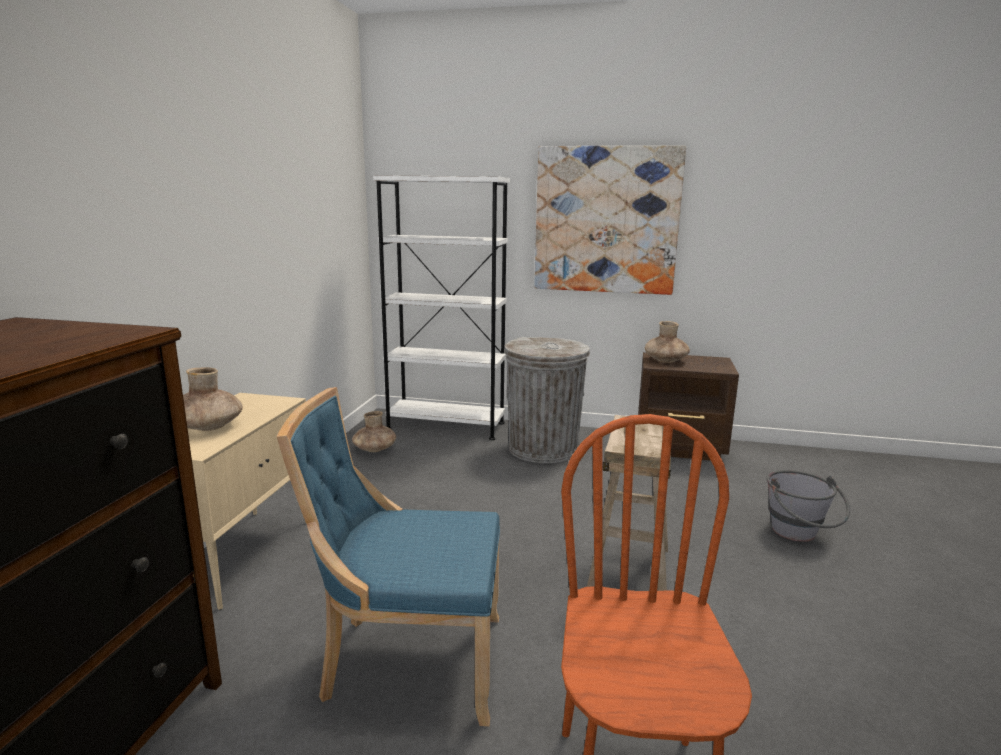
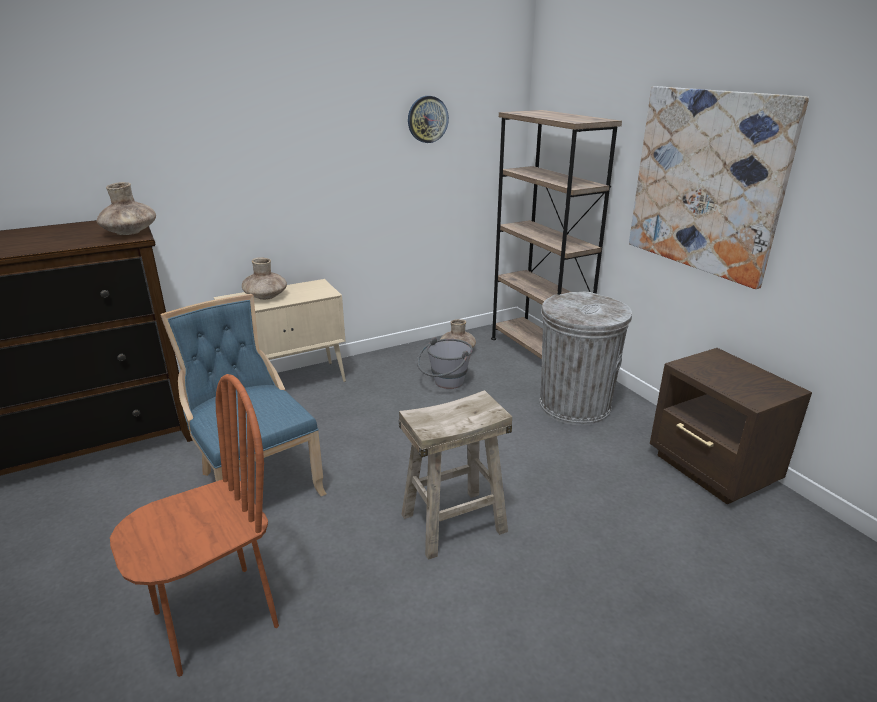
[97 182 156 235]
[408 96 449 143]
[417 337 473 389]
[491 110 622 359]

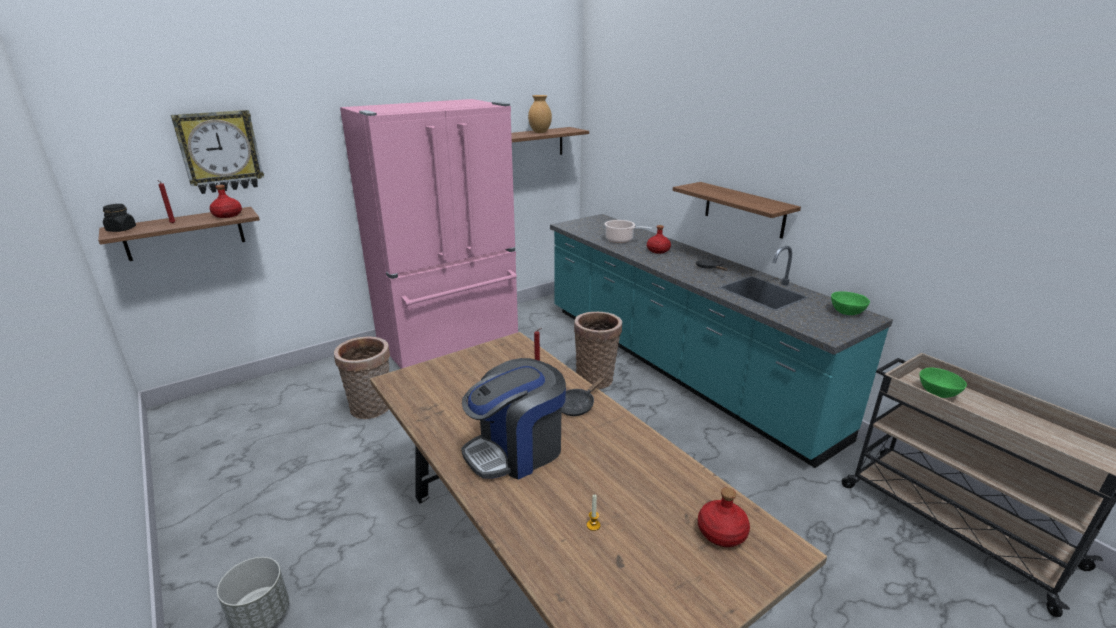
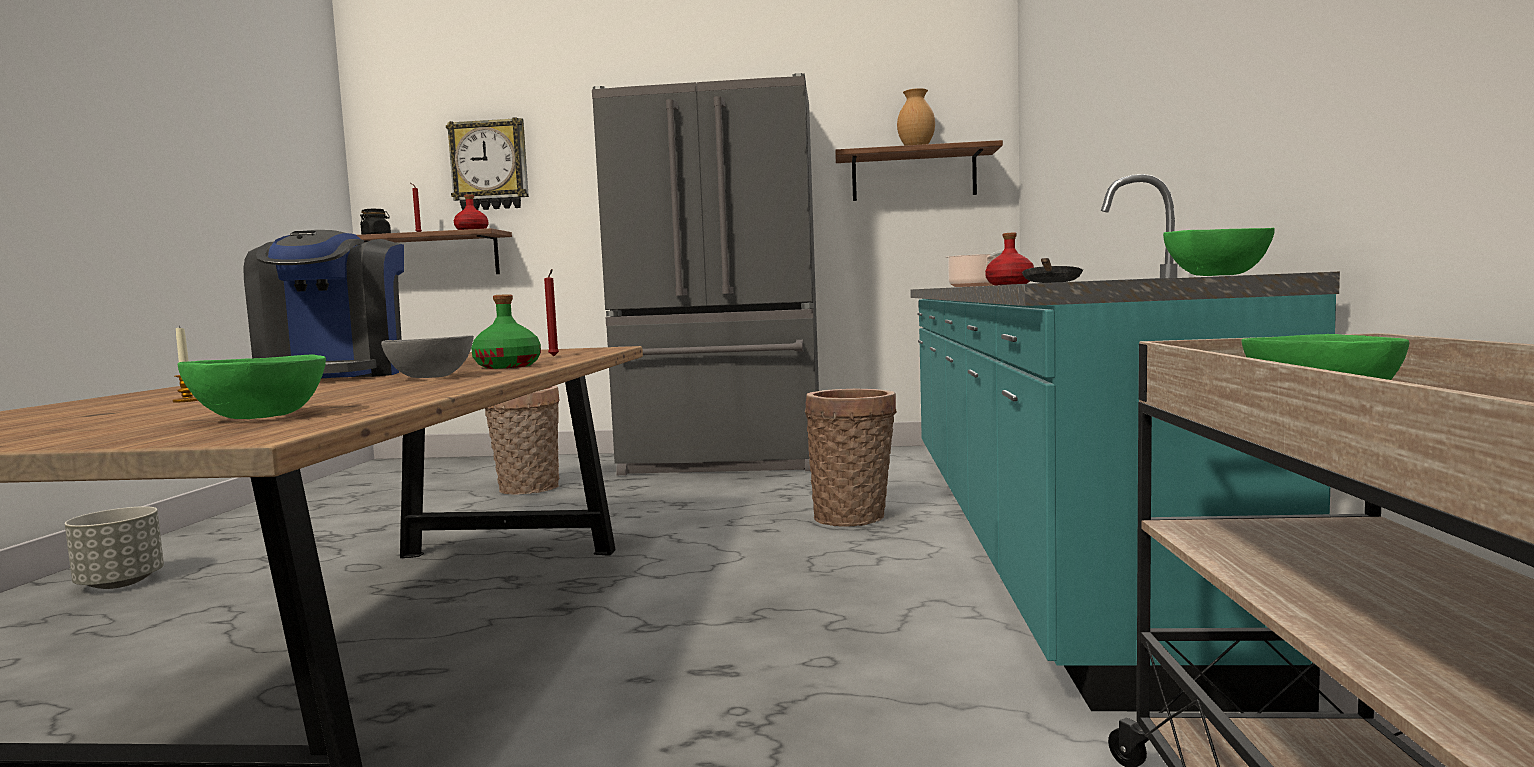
[178 354 326 419]
[243 230 404 378]
[381 335 474 378]
[471 294 541 369]
[592 73 819 475]
[673 182 801 239] (first image)

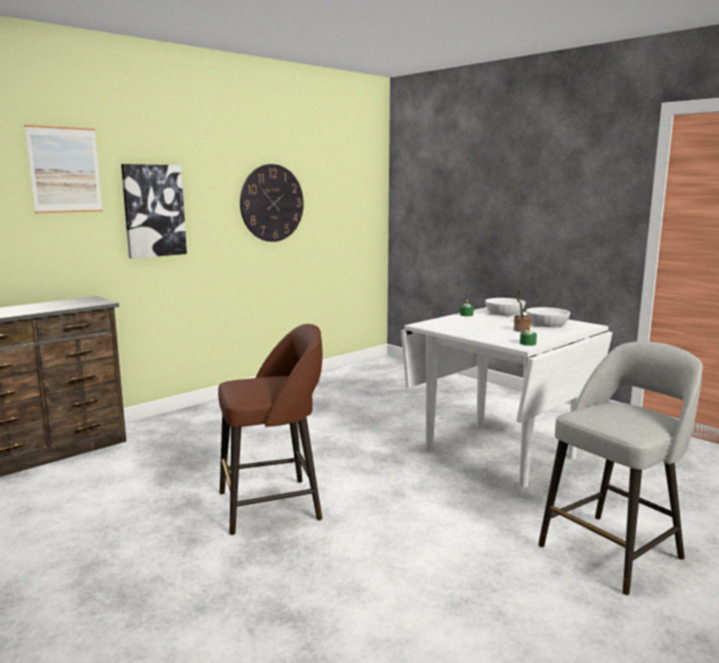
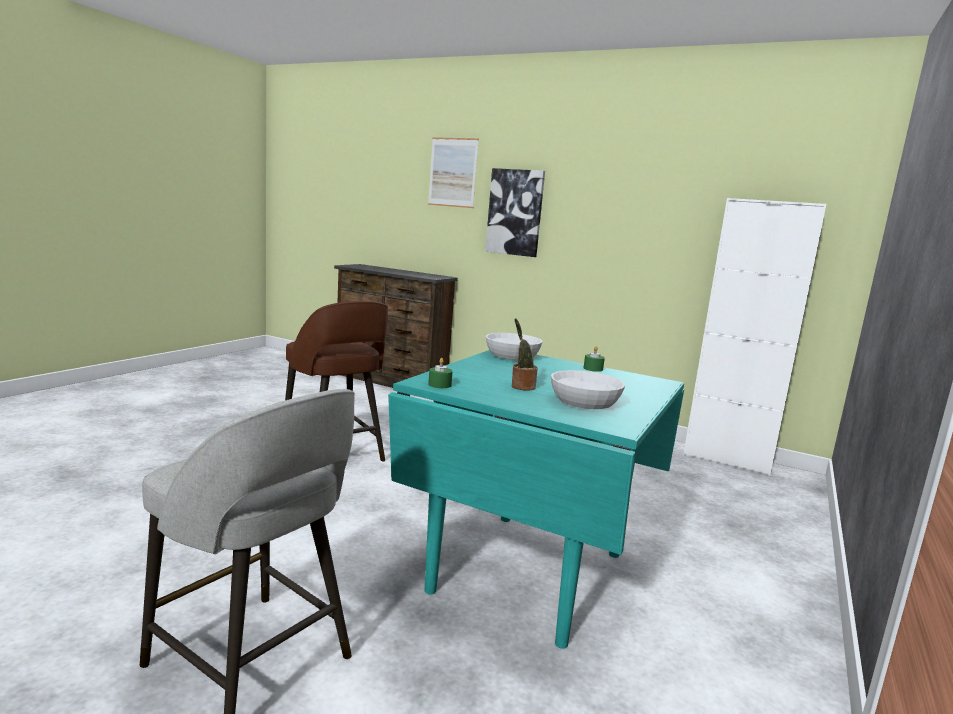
[388 350 684 649]
[486 333 543 360]
[683 198 827 476]
[240 164 304 242] (first image)

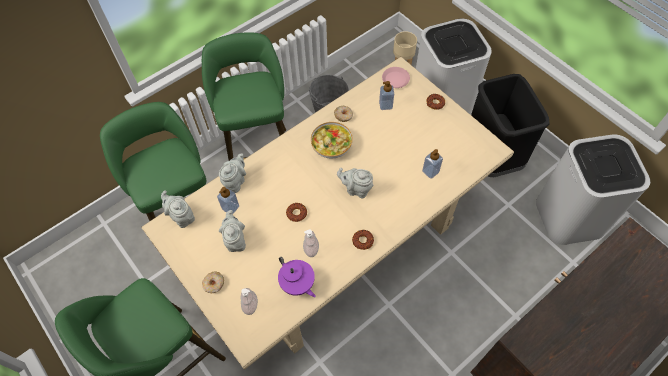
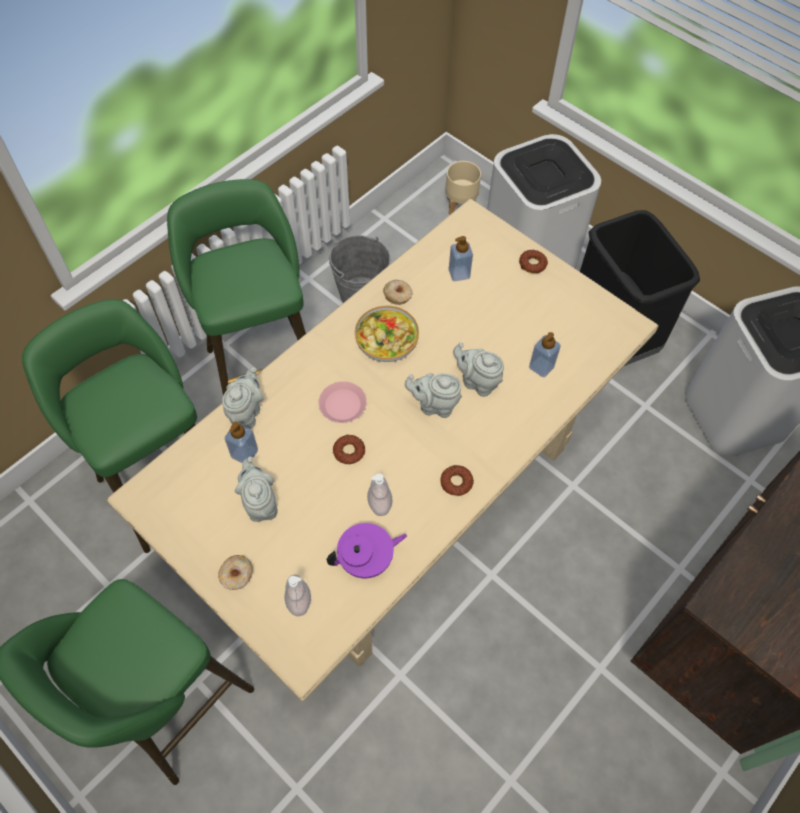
[319 381 367 423]
[327 523 407 578]
[453 342 504 397]

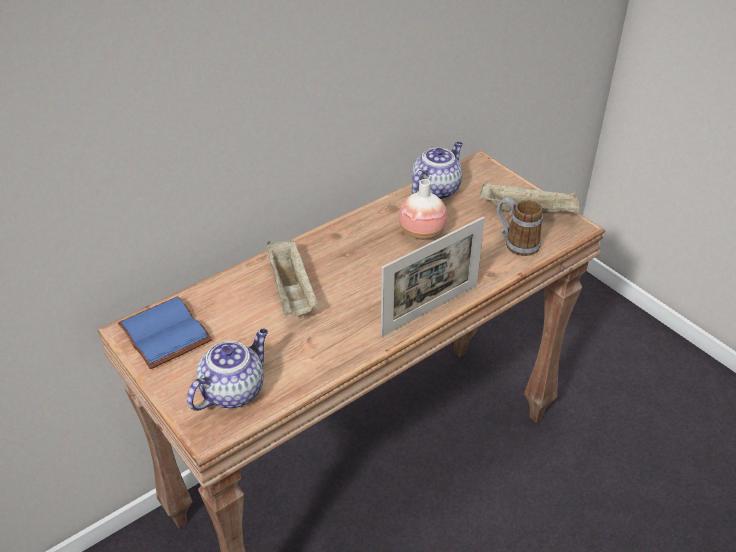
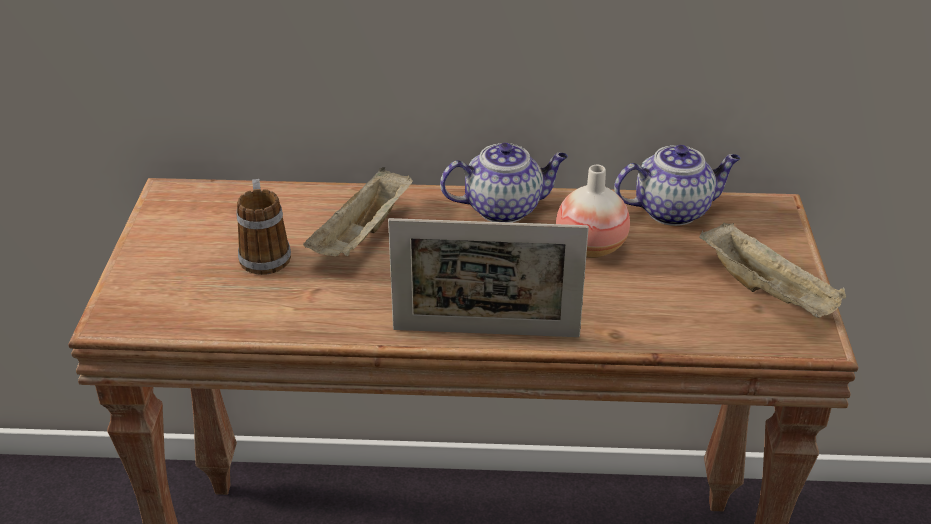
[236 179 291 275]
[440 143 568 223]
[118 296 212 369] (first image)

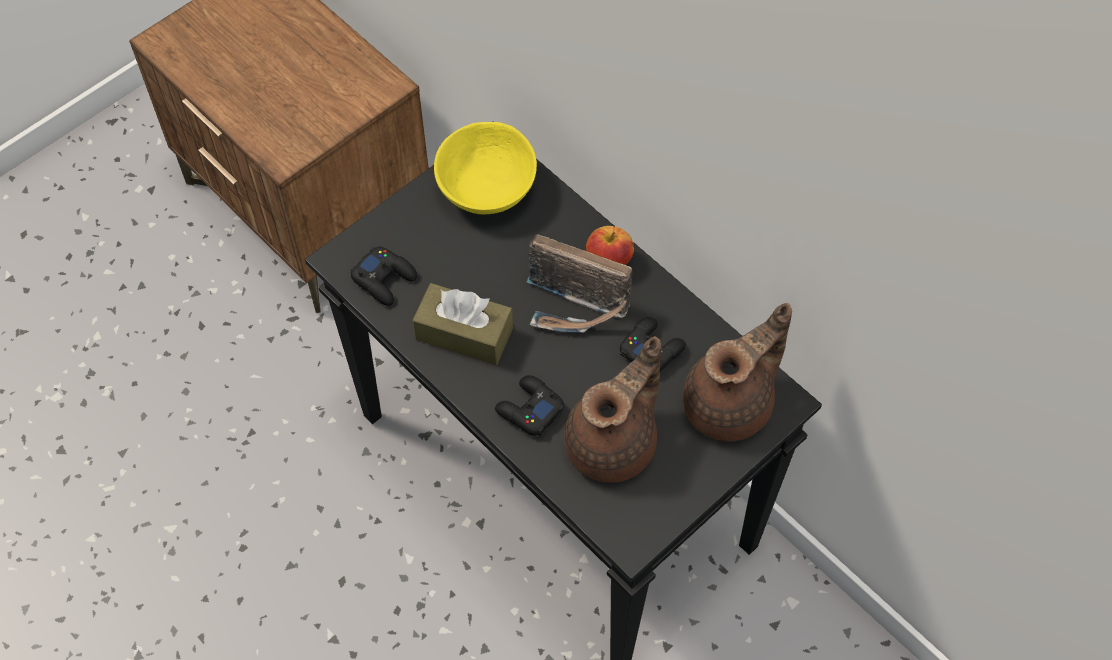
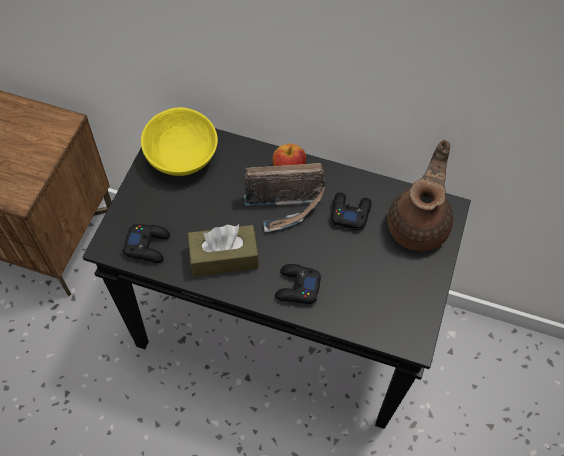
[564 336 661 483] (first image)

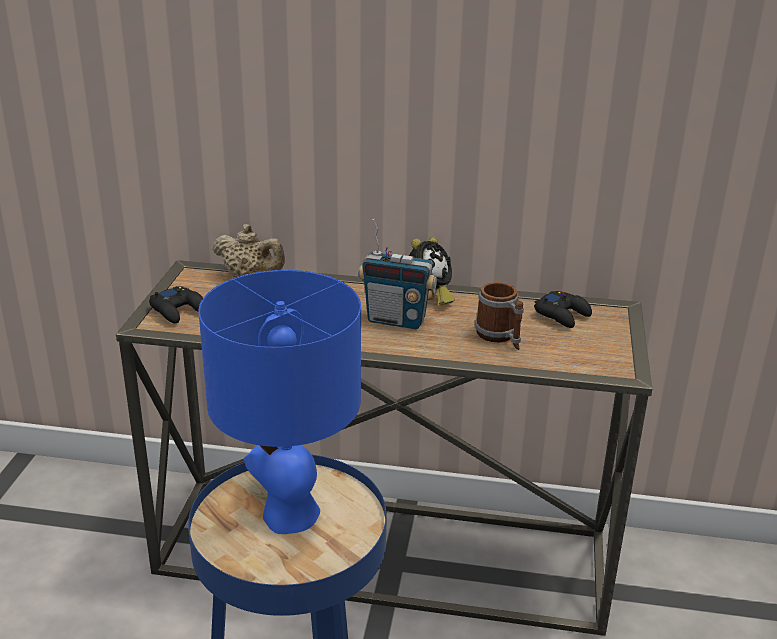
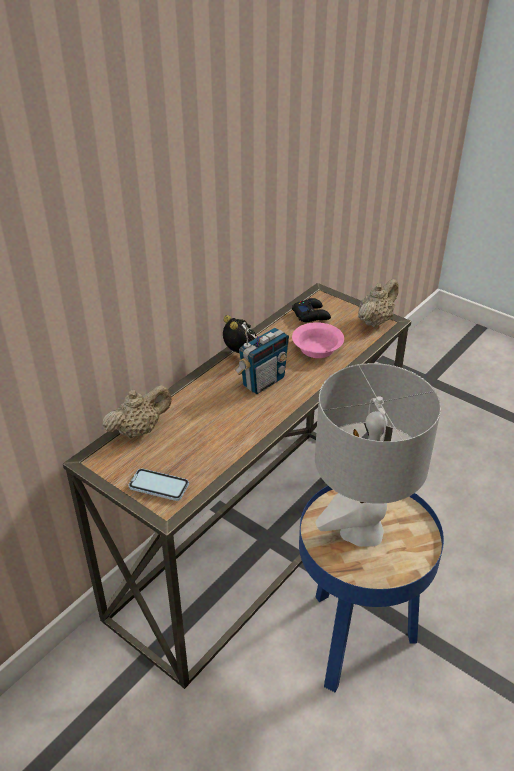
[129 468 189 501]
[292 322 344 358]
[315 363 441 547]
[358 279 399 327]

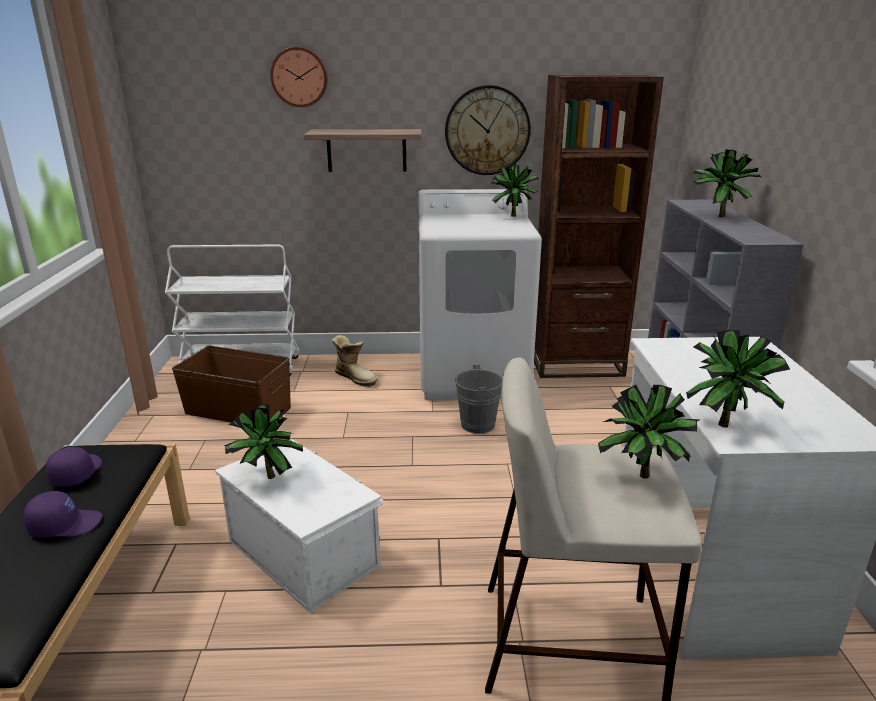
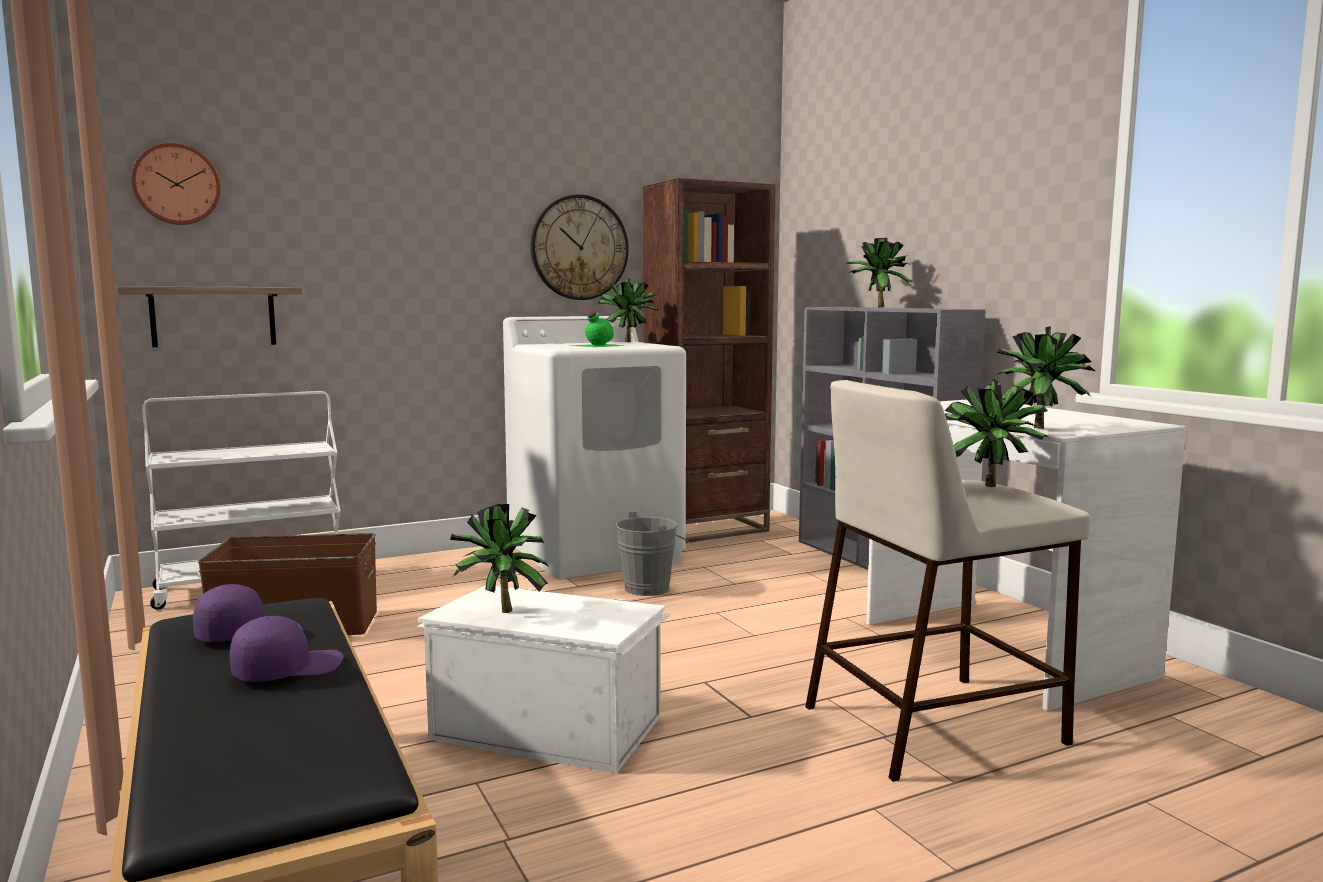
[117 286 302 347]
[131 143 221 225]
[568 312 626 347]
[332 335 378 387] (first image)

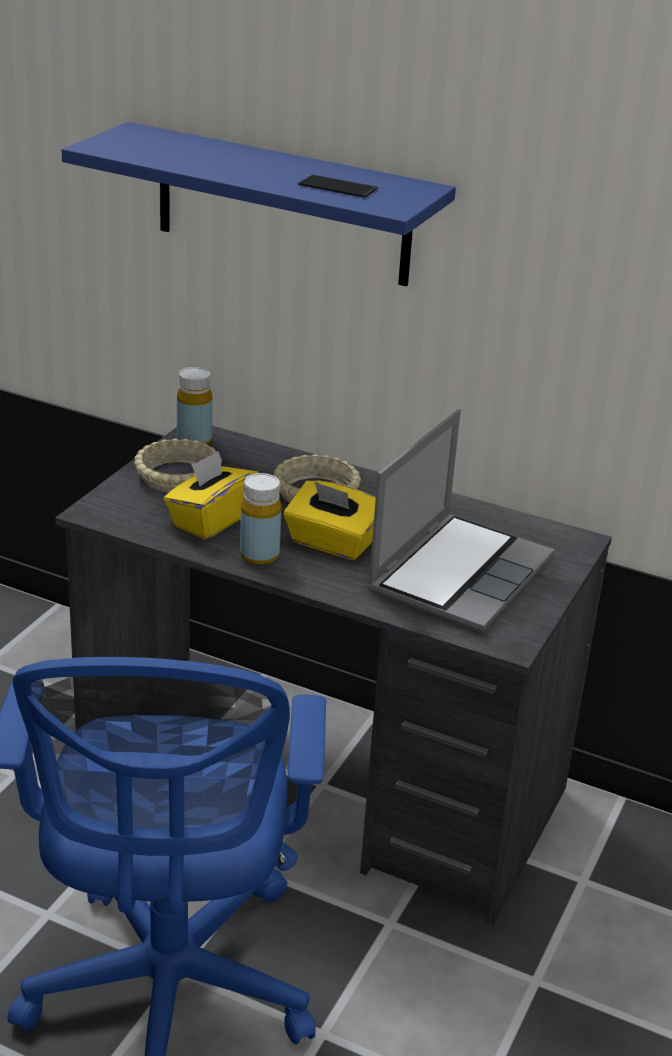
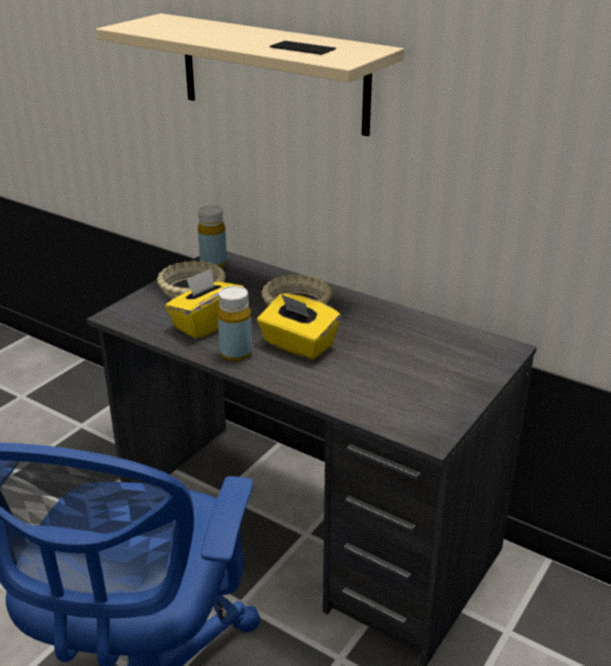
[96 13 404 136]
[367 409 555 632] (first image)

